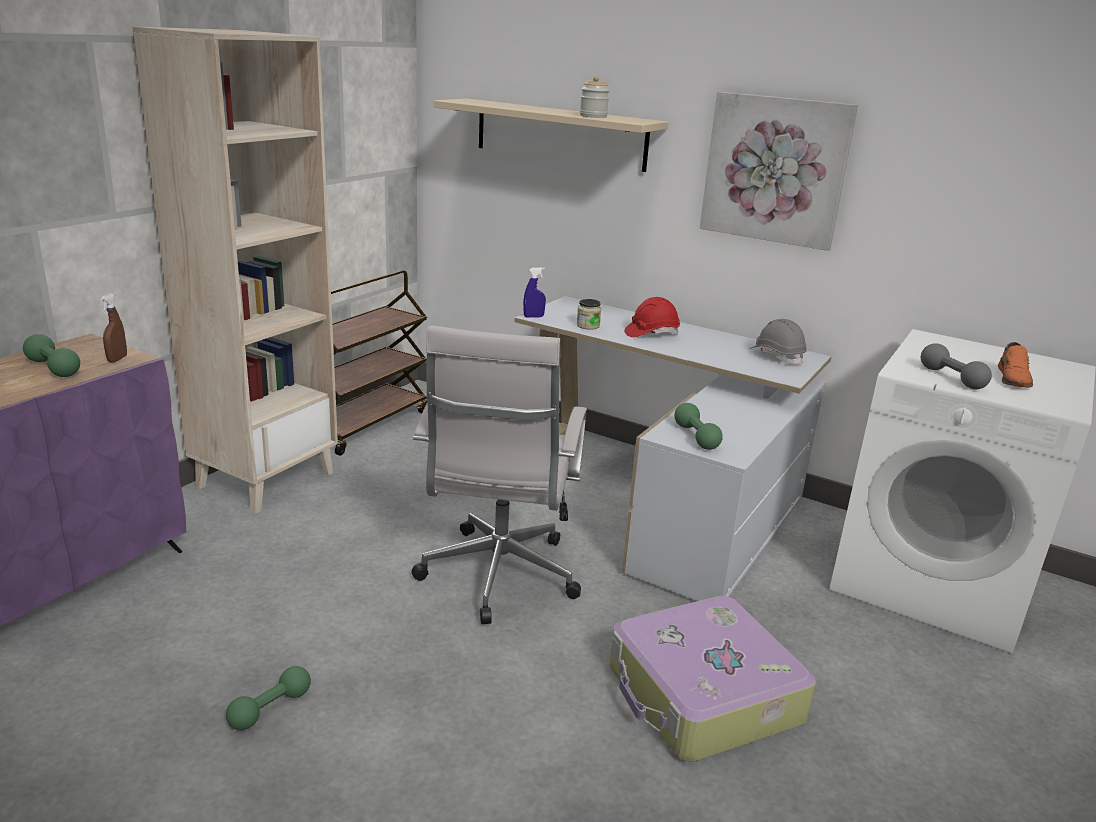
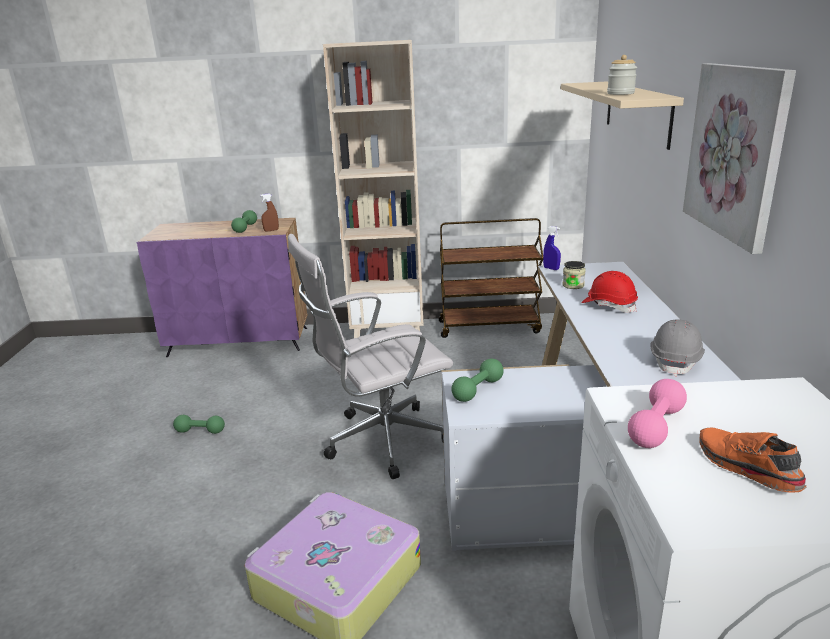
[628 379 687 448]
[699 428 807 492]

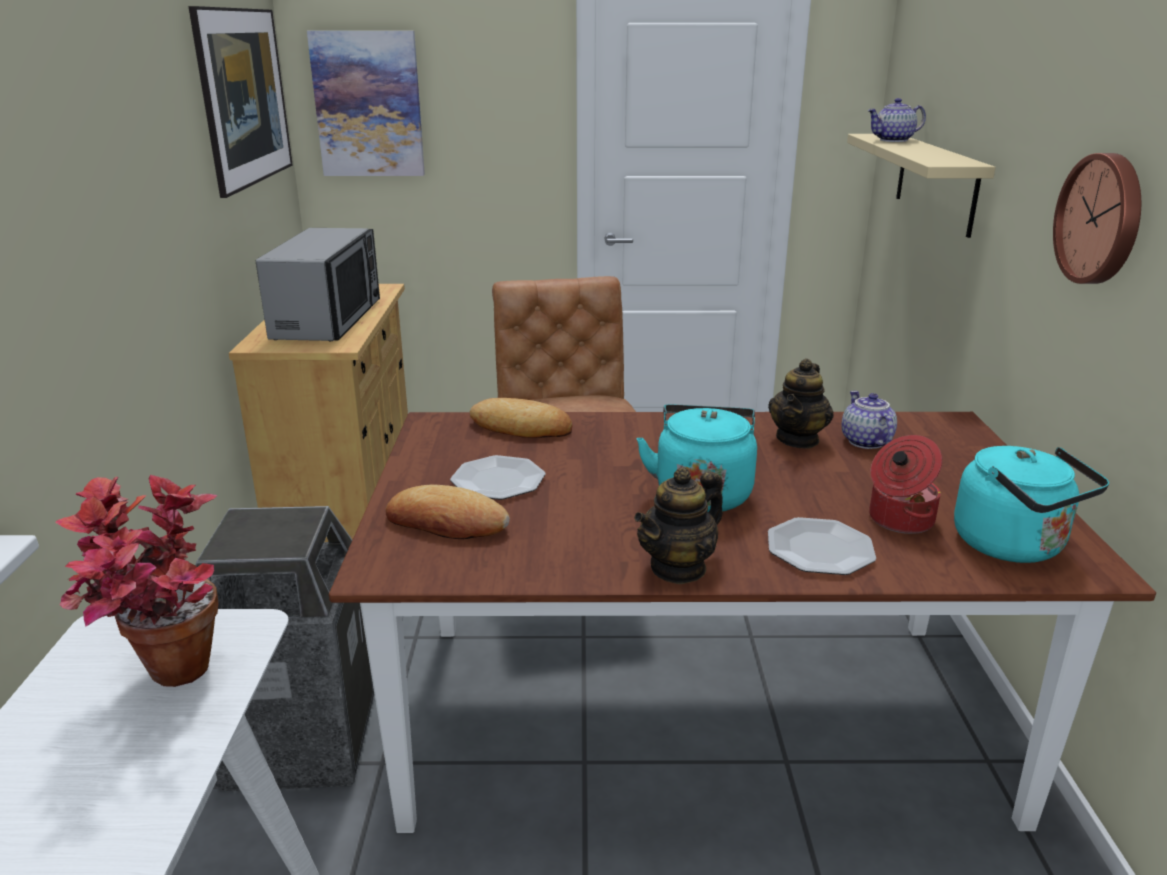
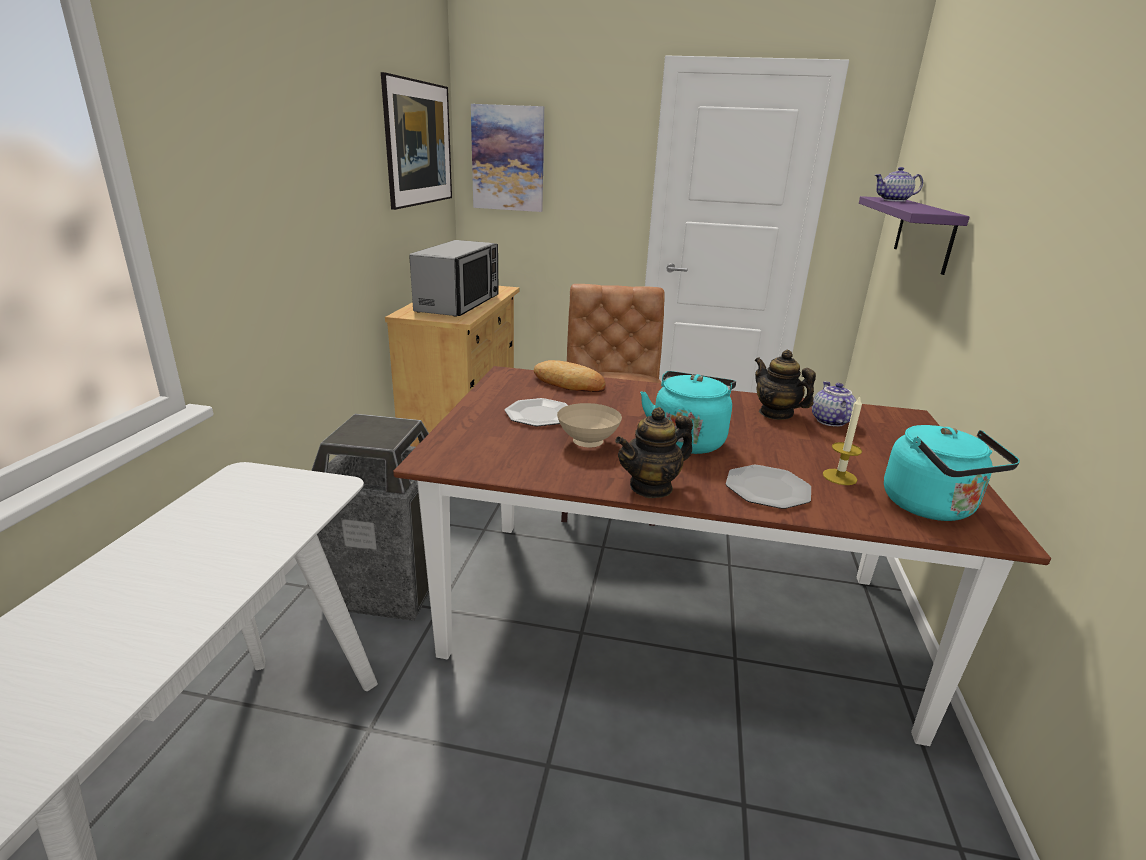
[557 403 622 447]
[754 350 816 420]
[823 397 862 485]
[859 196 970 275]
[55 475 218 687] (first image)
[385 485 510 539] (first image)
[1053 153 1141 284] (first image)

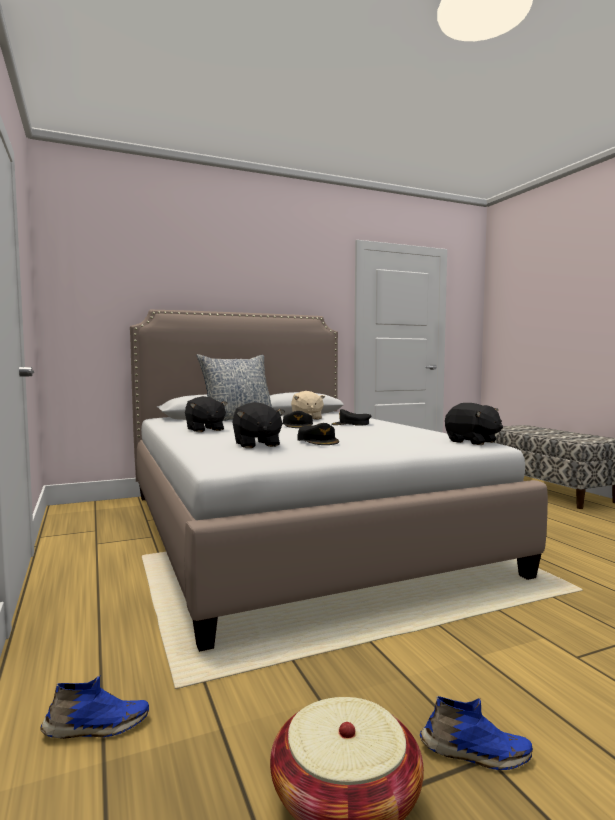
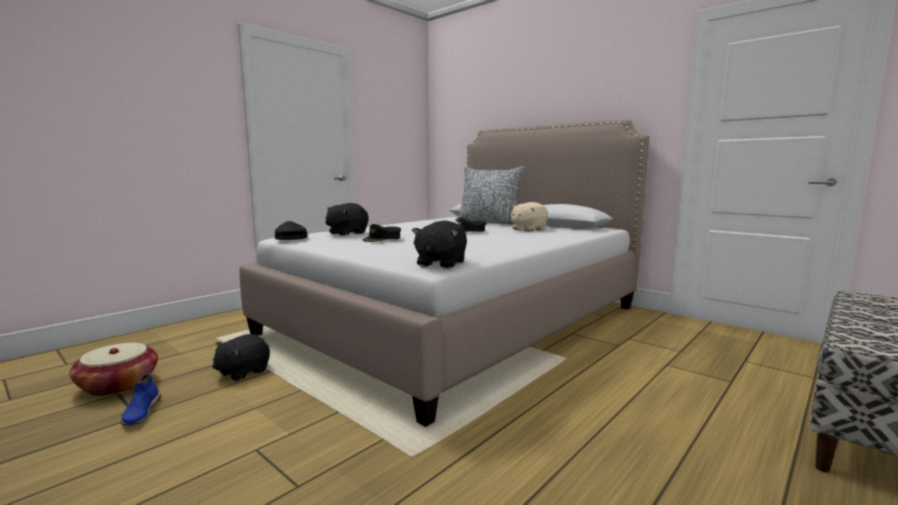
[212 334 270 381]
[275 221 307 240]
[40 675 149 739] (first image)

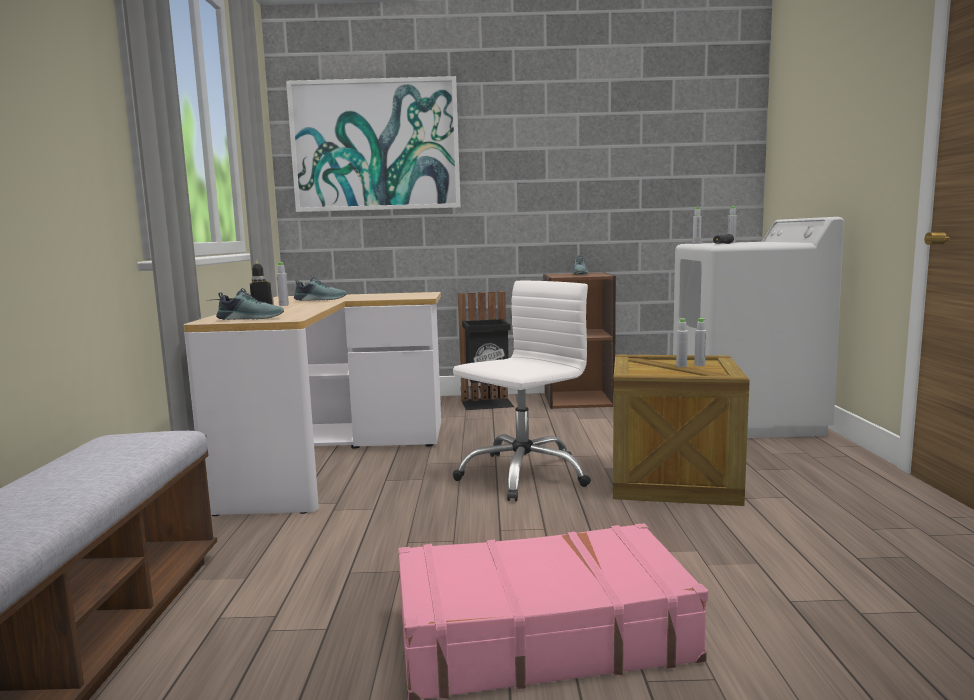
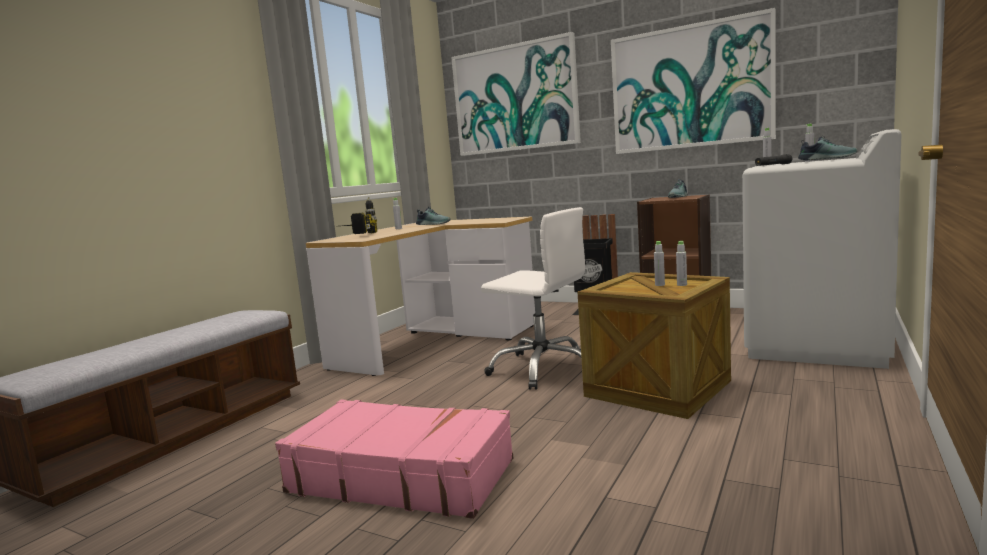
[481 207 585 390]
[611 8 776 154]
[798 135 858 160]

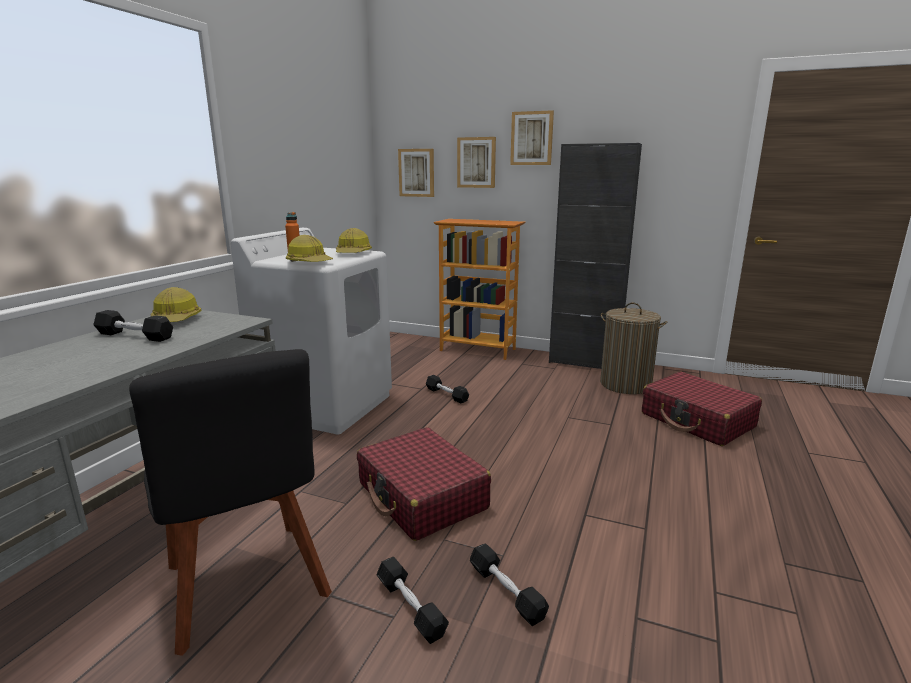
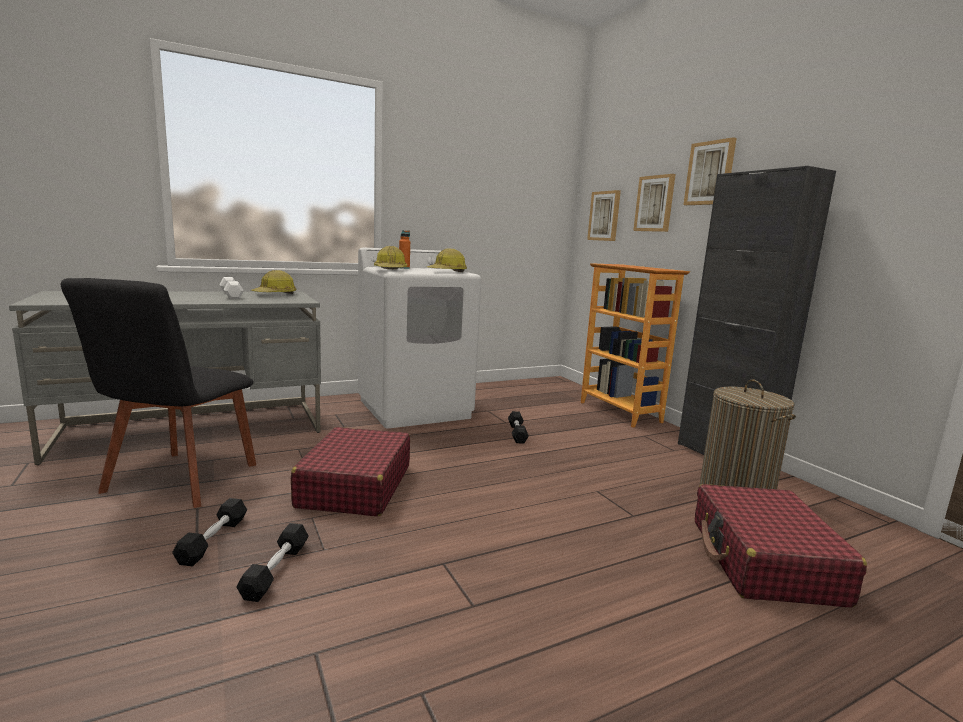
[220 277 244 299]

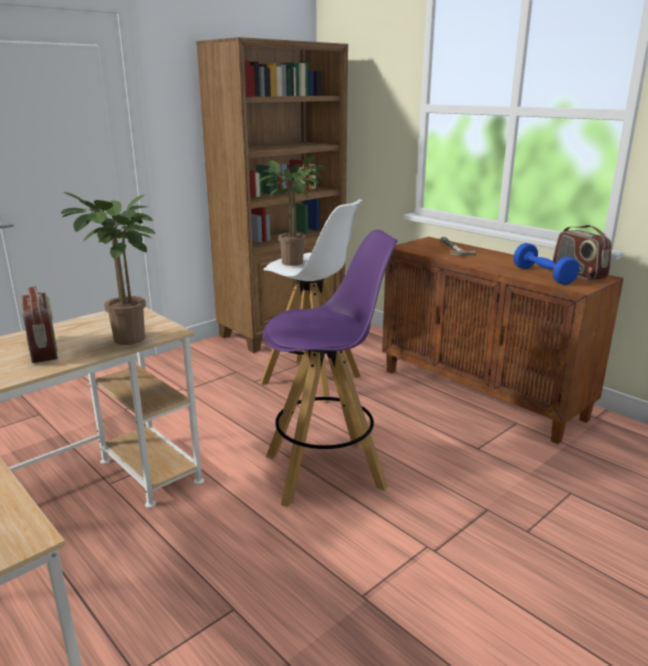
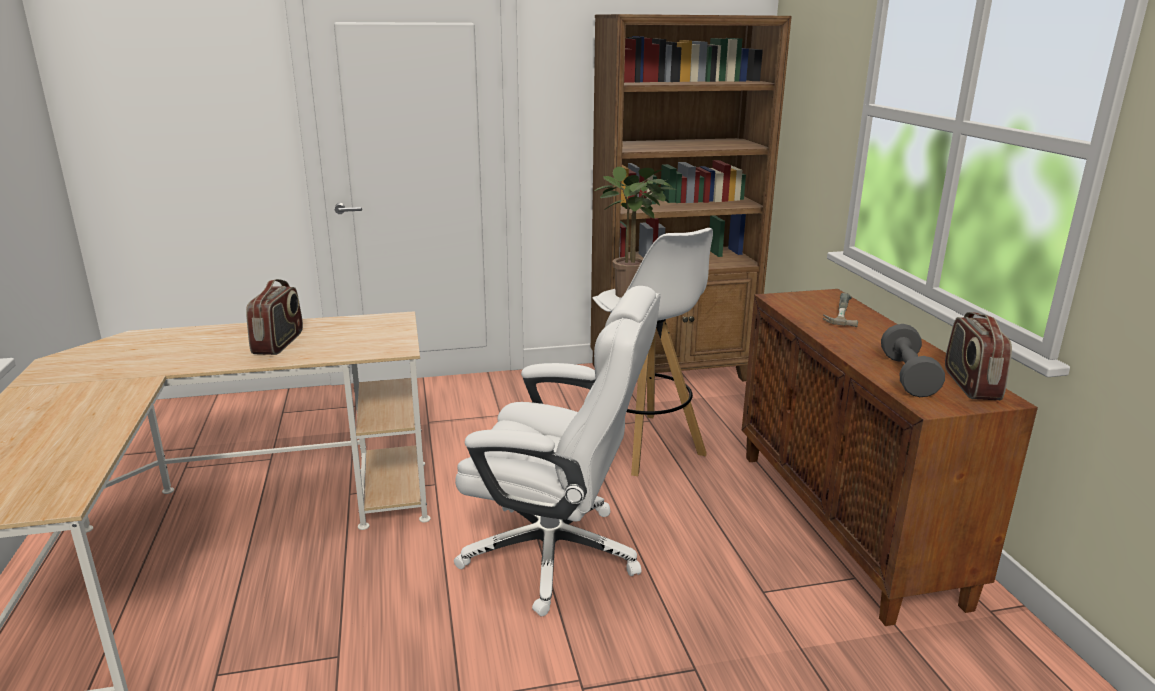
[454 286 660 616]
[881 324 945 397]
[61 192 156 345] (first image)

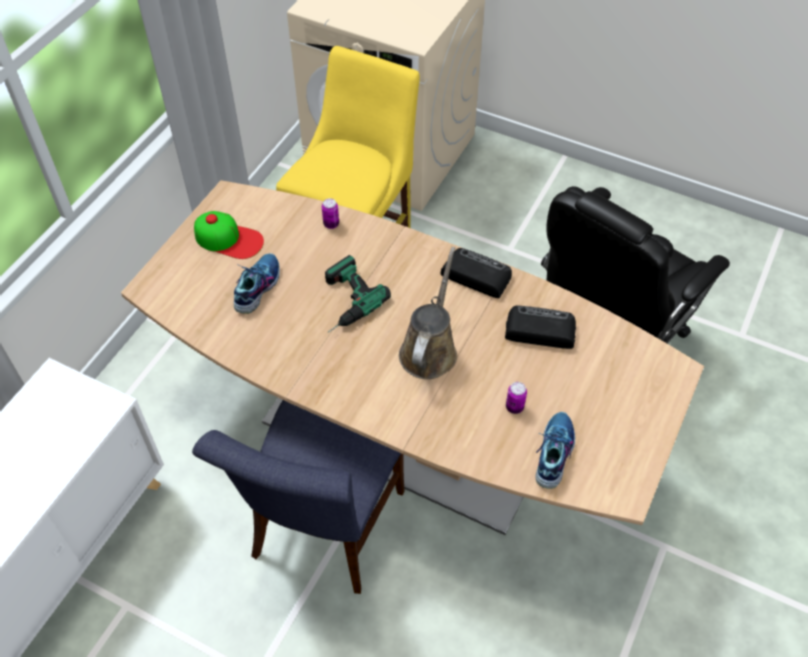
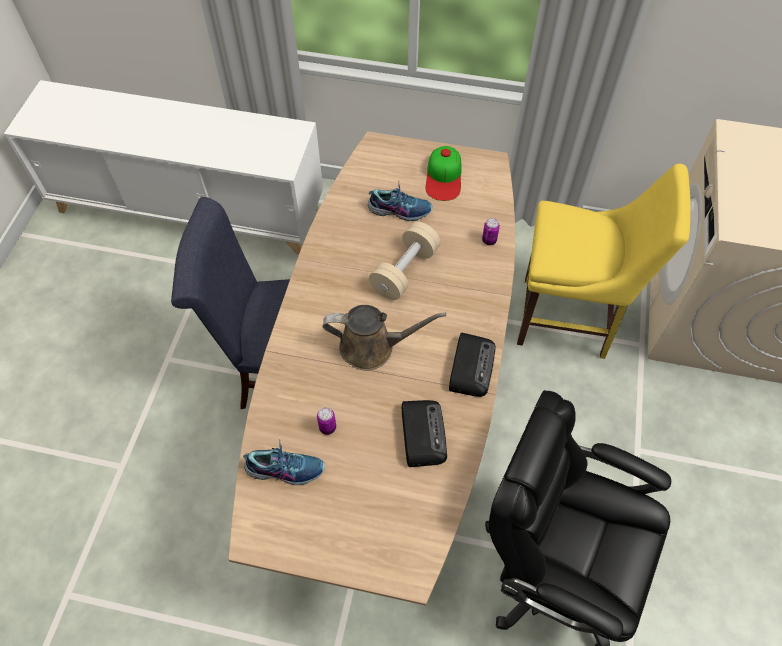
[369 222 441 300]

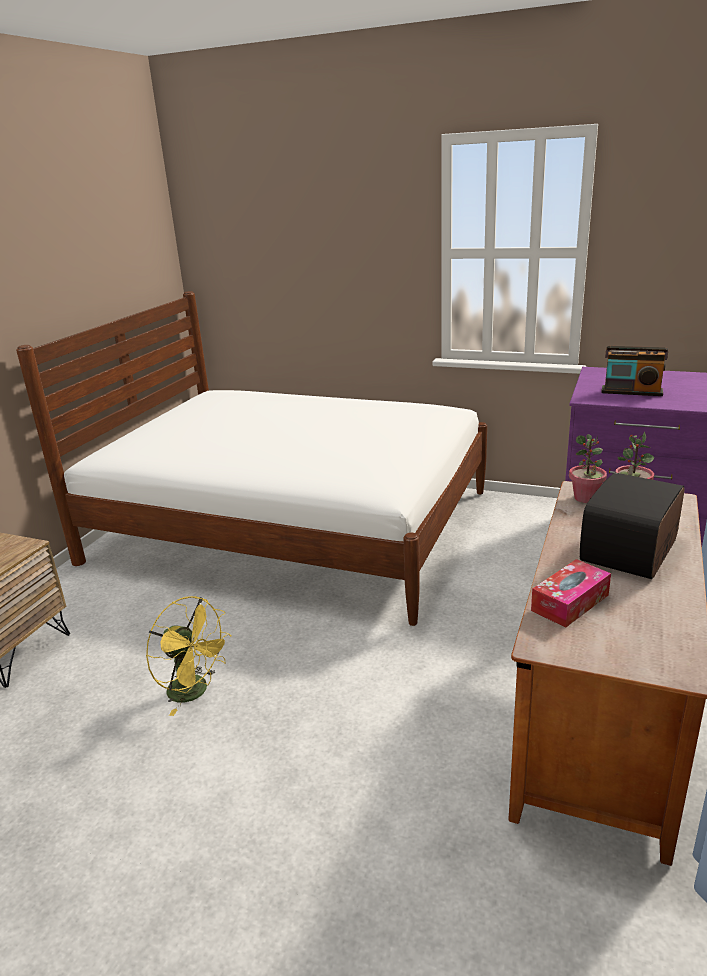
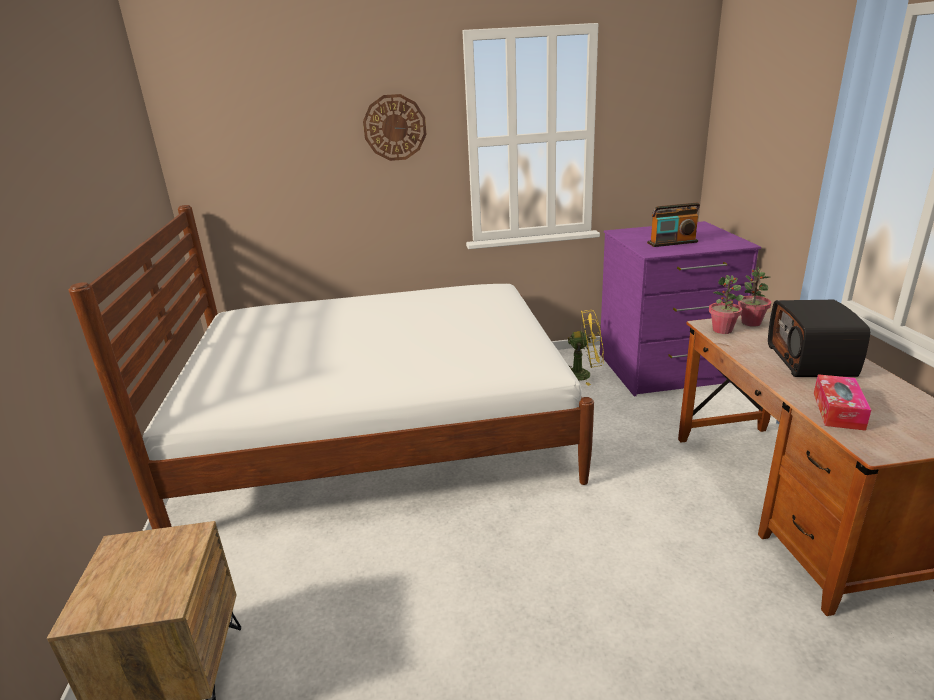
[363 94 427 161]
[568 310 604 386]

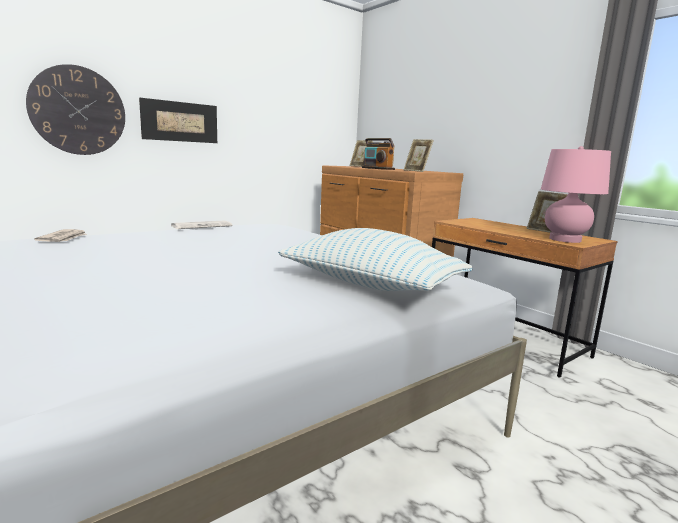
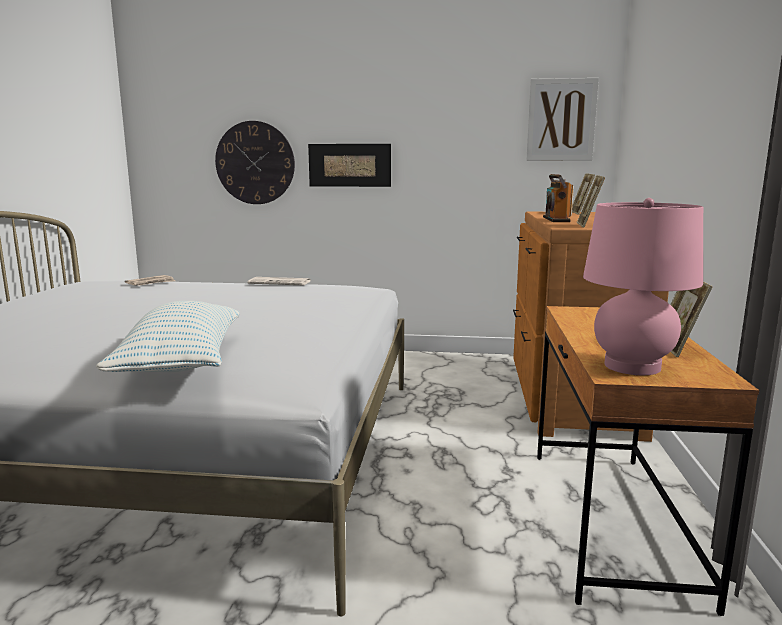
[526 78 599 161]

